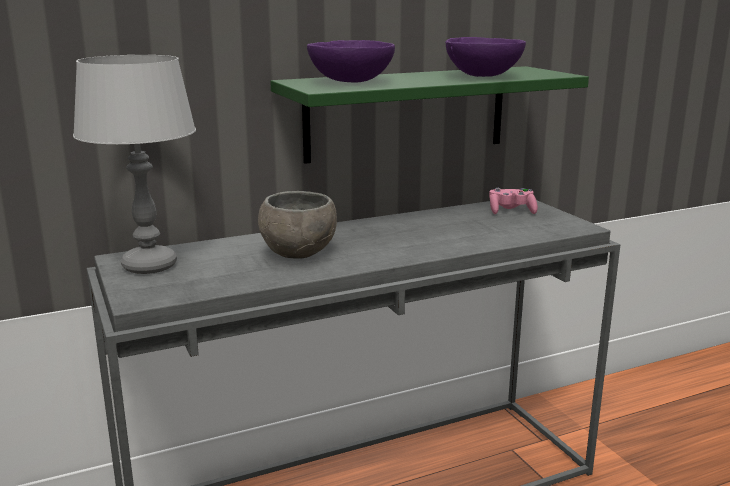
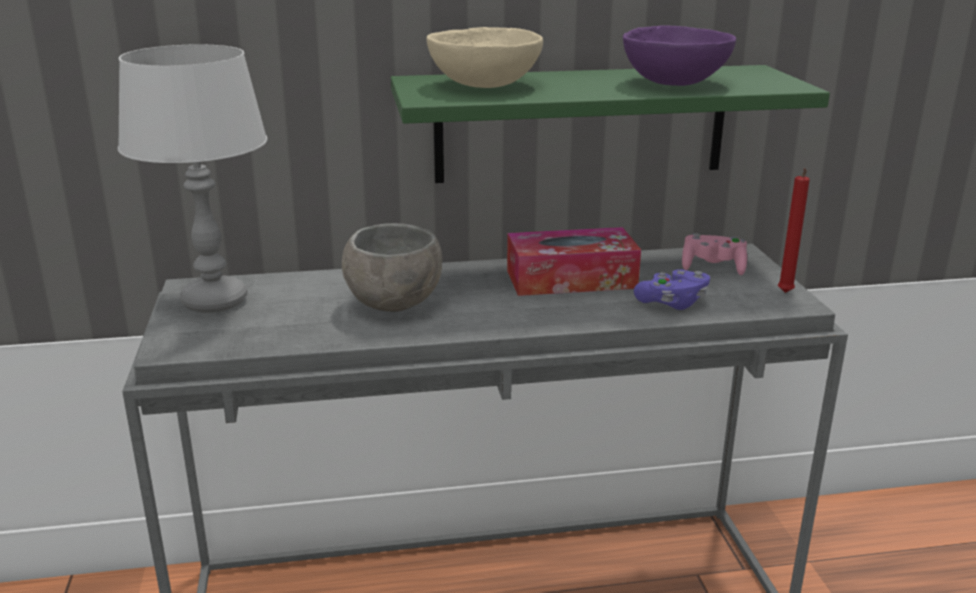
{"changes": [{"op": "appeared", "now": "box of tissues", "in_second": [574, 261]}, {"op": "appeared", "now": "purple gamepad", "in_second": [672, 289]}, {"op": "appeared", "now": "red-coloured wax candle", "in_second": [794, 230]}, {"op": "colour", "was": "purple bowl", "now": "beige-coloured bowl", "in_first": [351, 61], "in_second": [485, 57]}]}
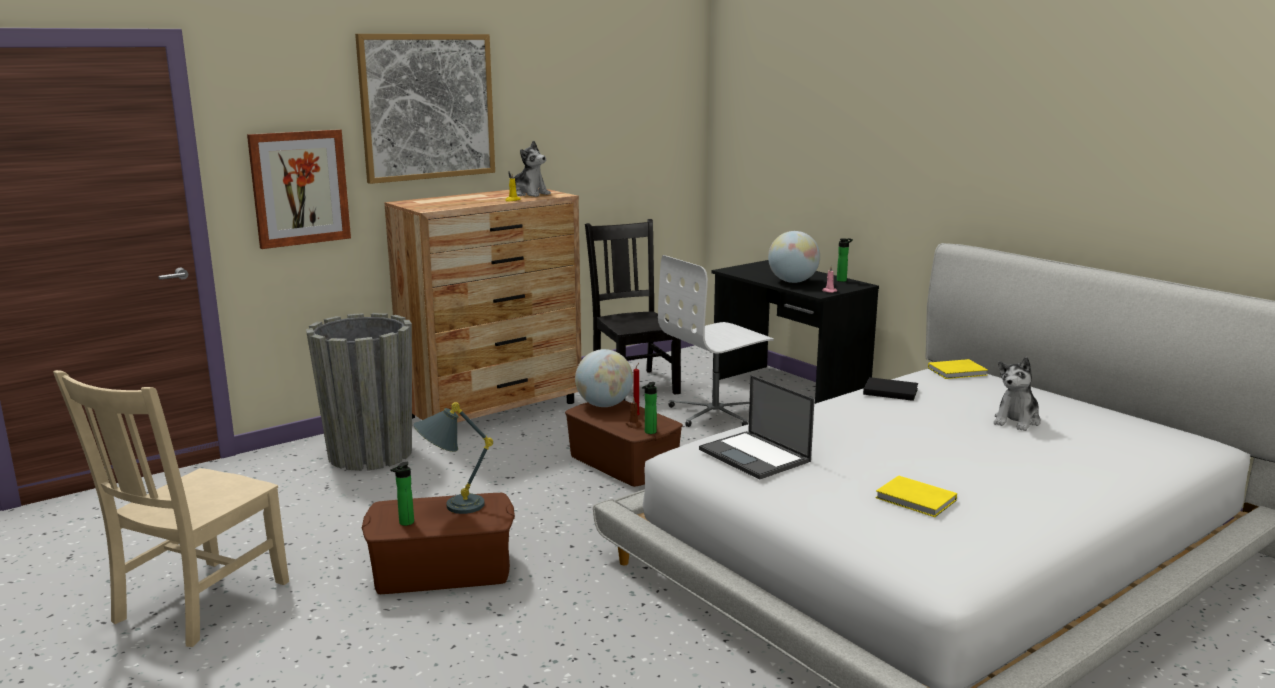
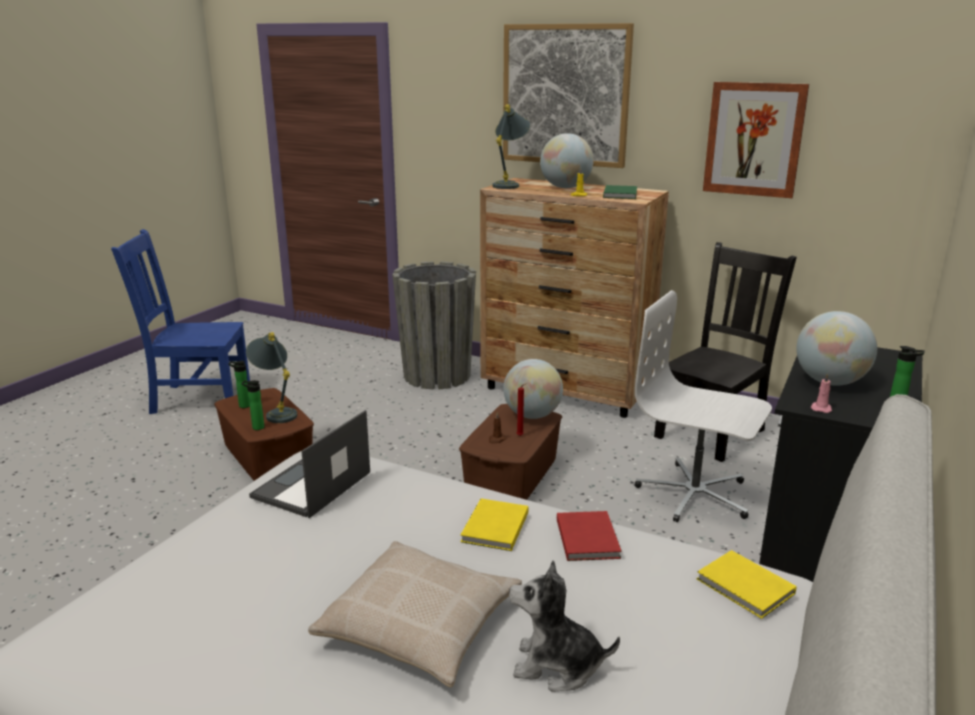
{"changes": [{"op": "appeared", "now": "beige-coloured cushion", "in_second": [415, 614]}, {"op": "appeared", "now": "gray lamp for a table", "in_second": [511, 146]}, {"op": "appeared", "now": "world globe", "in_second": [567, 160]}, {"op": "relocated", "was": "wall art", "in_first": [299, 189], "in_second": [756, 140]}, {"op": "relocated", "was": "bottle", "in_first": [649, 408], "in_second": [253, 405]}, {"op": "relocated", "was": "yellow book", "in_first": [916, 496], "in_second": [495, 524]}, {"op": "exchanged", "was": "cuddly toy", "now": "green book", "in_first": [529, 169], "in_second": [620, 192]}, {"op": "colour", "was": "beige-coloured upright chair", "now": "blue-coloured upright chair", "in_first": [171, 508], "in_second": [180, 321]}, {"op": "colour", "was": "blackish book", "now": "red-coloured book", "in_first": [890, 389], "in_second": [589, 536]}]}
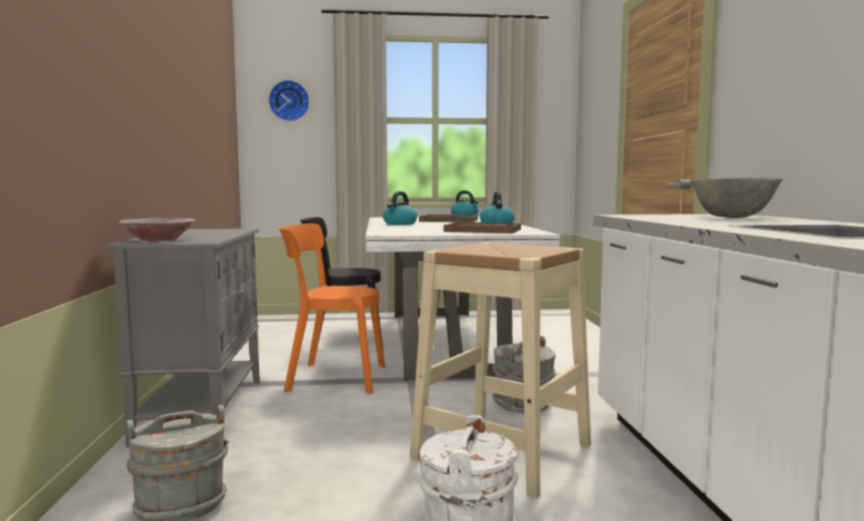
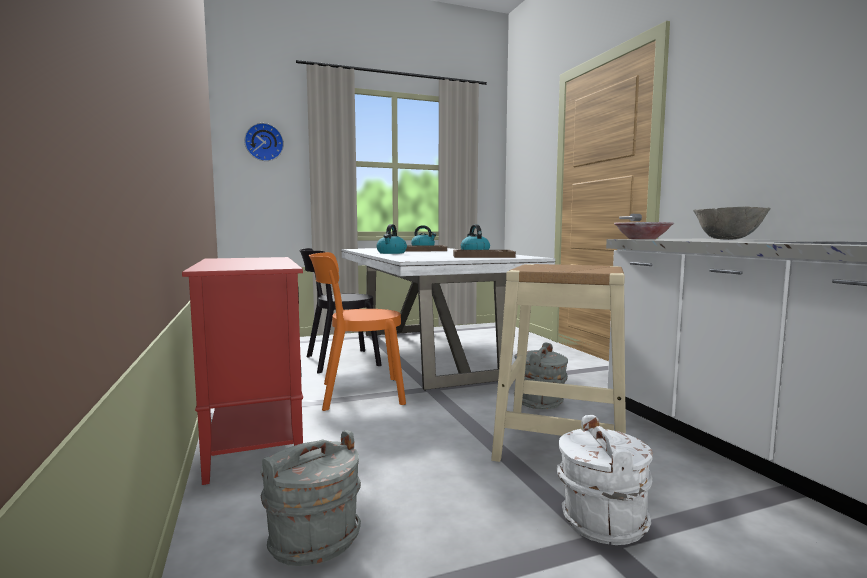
{"changes": [{"op": "relocated", "was": "bowl", "in_first": [157, 230], "in_second": [644, 230]}, {"op": "colour", "was": "gray storage cabinet", "now": "red-coloured storage cabinet", "in_first": [182, 338], "in_second": [242, 371]}]}
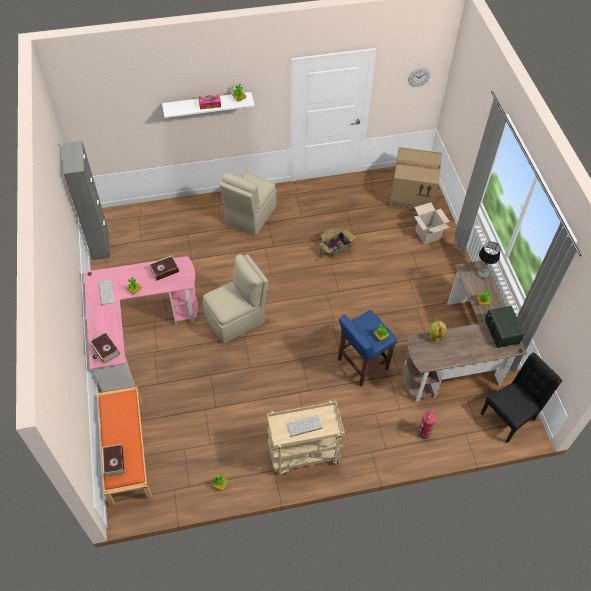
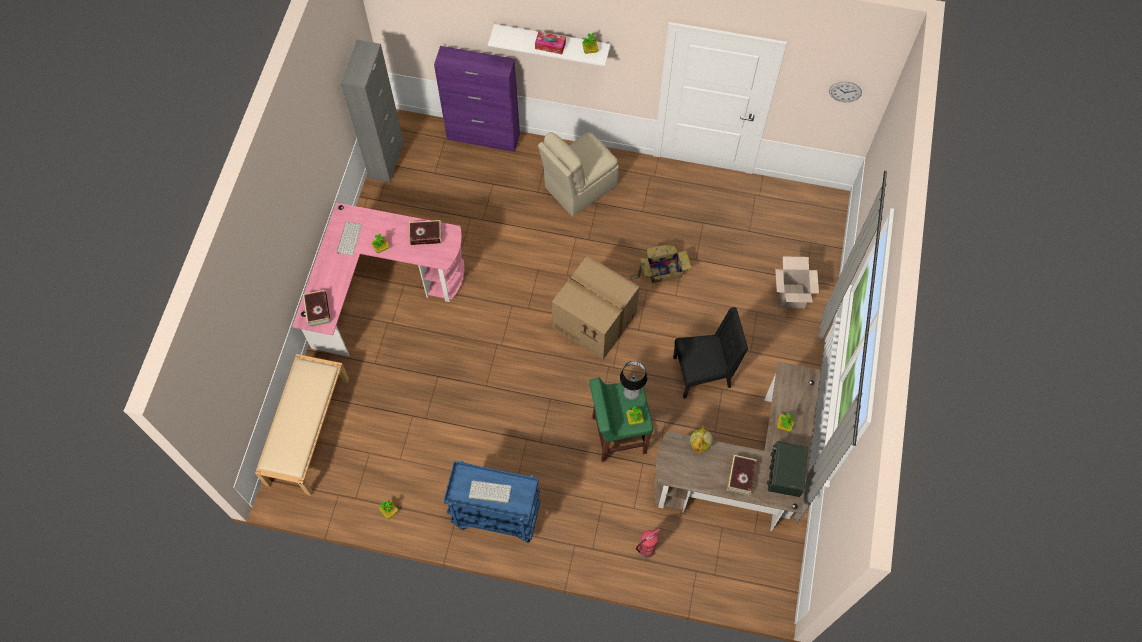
{"changes": [{"op": "missing", "was": "beige-coloured upright chair", "in_first": [235, 299]}, {"op": "appeared", "now": "purple storage cabinet", "in_second": [477, 99]}, {"op": "relocated", "was": "book", "in_first": [113, 460], "in_second": [742, 475]}, {"op": "relocated", "was": "packing box", "in_first": [415, 179], "in_second": [596, 307]}, {"op": "relocated", "was": "lamp for a table", "in_first": [489, 259], "in_second": [633, 380]}, {"op": "relocated", "was": "blackish upright chair", "in_first": [521, 398], "in_second": [710, 353]}, {"op": "colour", "was": "orangey indoor bench", "now": "beige-coloured indoor bench", "in_first": [124, 447], "in_second": [302, 425]}, {"op": "colour", "was": "beige-coloured trolley", "now": "blue-coloured trolley", "in_first": [306, 438], "in_second": [492, 501]}, {"op": "colour", "was": "blue-coloured stool seat", "now": "green stool seat", "in_first": [367, 348], "in_second": [621, 419]}]}
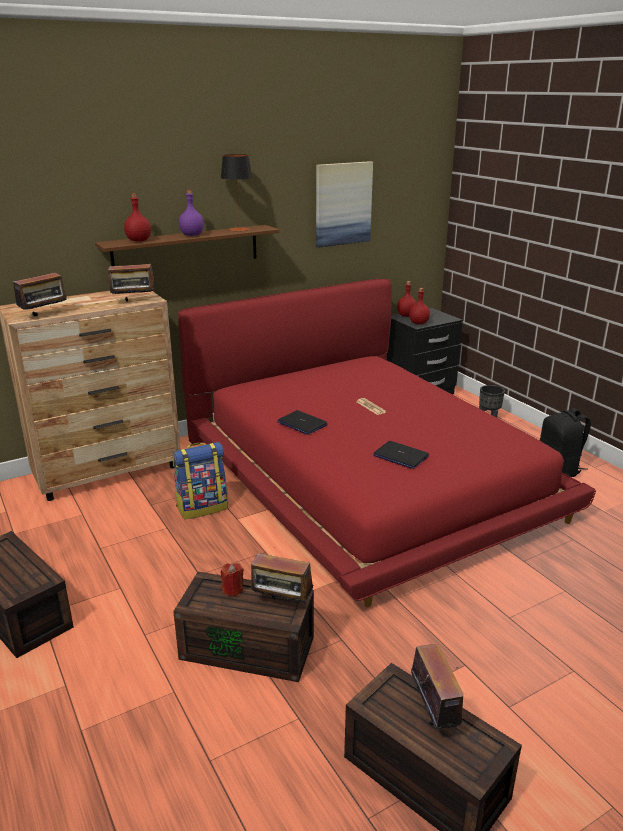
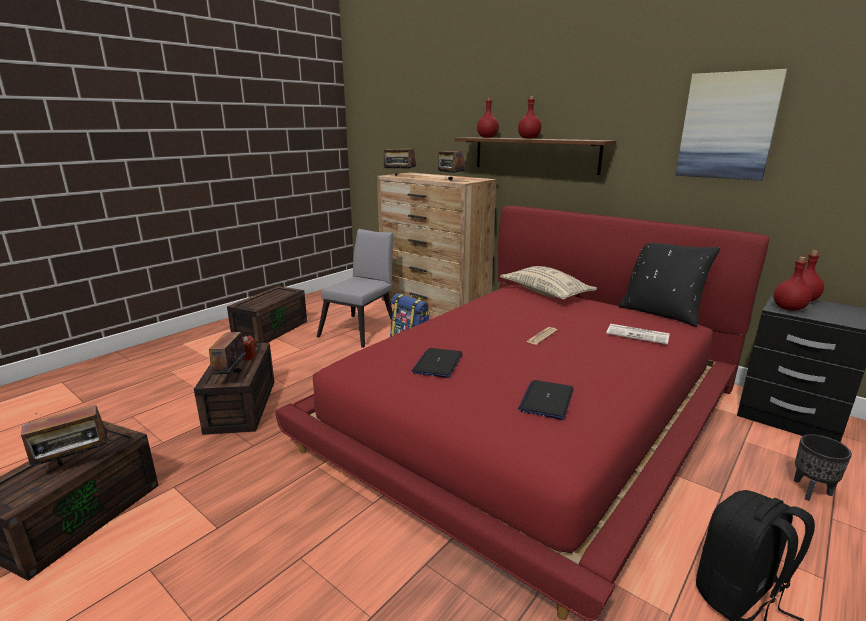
{"changes": [{"op": "missing", "was": "lamp for a table", "in_first": [236, 193]}, {"op": "appeared", "now": "gray upright chair", "in_second": [355, 288]}, {"op": "appeared", "now": "beige-coloured cushion", "in_second": [548, 283]}, {"op": "appeared", "now": "printed paper", "in_second": [638, 334]}, {"op": "appeared", "now": "blackish cushion", "in_second": [669, 285]}, {"op": "relocated", "was": "notebook computer", "in_first": [302, 422], "in_second": [546, 400]}, {"op": "colour", "was": "purple bottle", "now": "red-coloured bottle", "in_first": [191, 213], "in_second": [530, 117]}]}
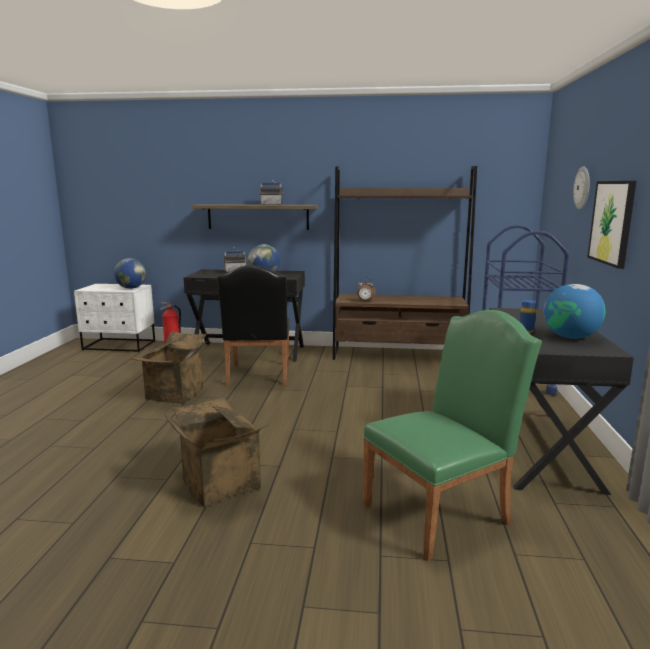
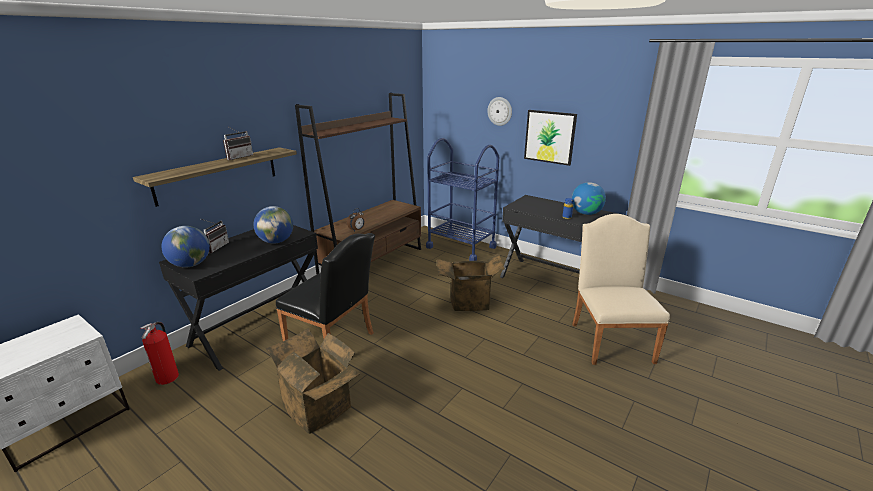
{"changes": [{"op": "relocated", "was": "world globe", "in_first": [130, 273], "in_second": [186, 247]}, {"op": "relocated", "was": "packing box", "in_first": [216, 451], "in_second": [471, 282]}, {"op": "colour", "was": "green upright chair", "now": "beige-coloured upright chair", "in_first": [452, 435], "in_second": [621, 289]}]}
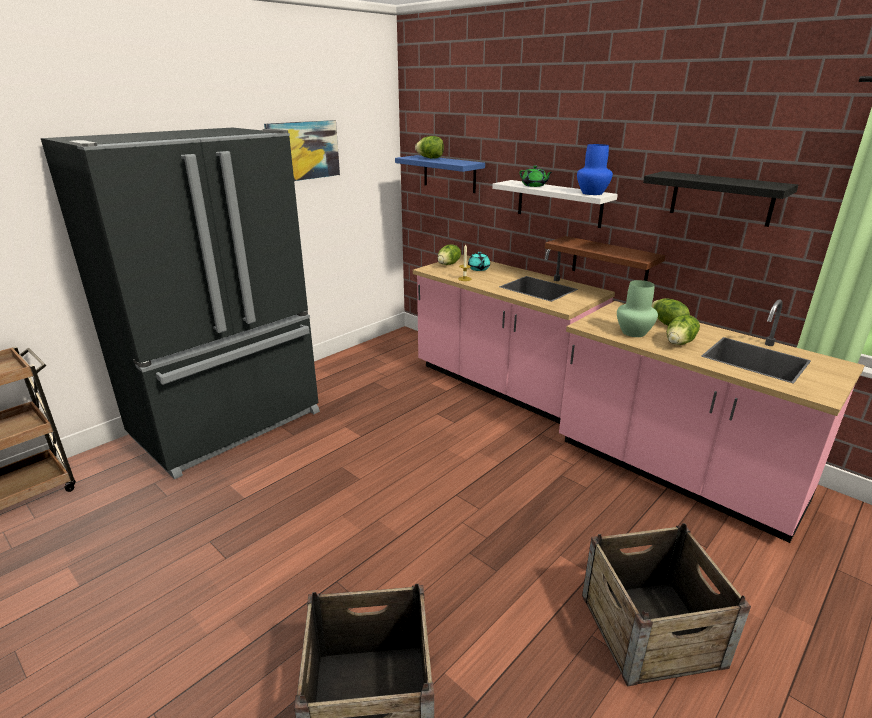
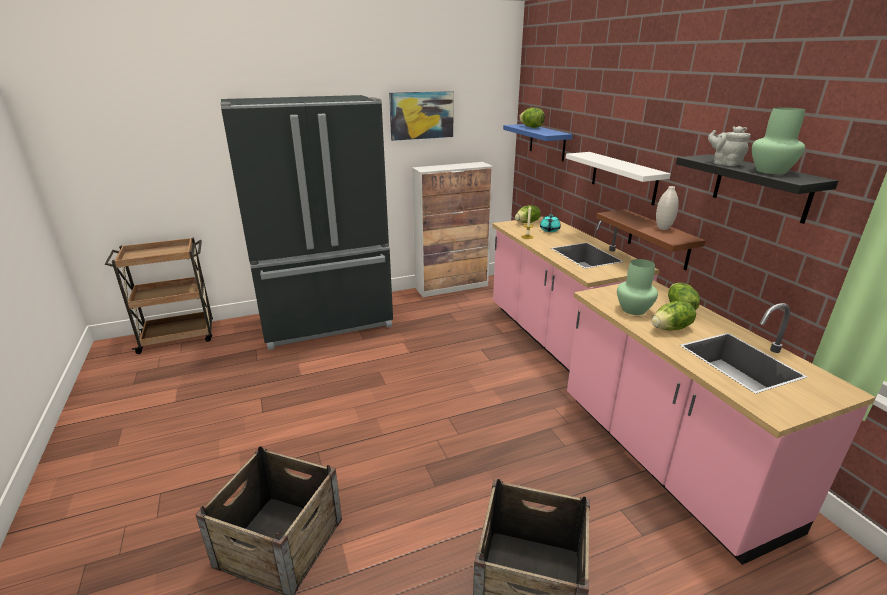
{"changes": [{"op": "missing", "was": "green pot for tea", "in_first": [535, 176]}, {"op": "missing", "was": "blue-coloured vase", "in_first": [595, 169]}, {"op": "appeared", "now": "storage cabinet", "in_second": [452, 229]}, {"op": "appeared", "now": "white-coloured vase", "in_second": [667, 208]}, {"op": "appeared", "now": "gray pot for tea", "in_second": [729, 146]}, {"op": "appeared", "now": "green vase", "in_second": [778, 141]}]}
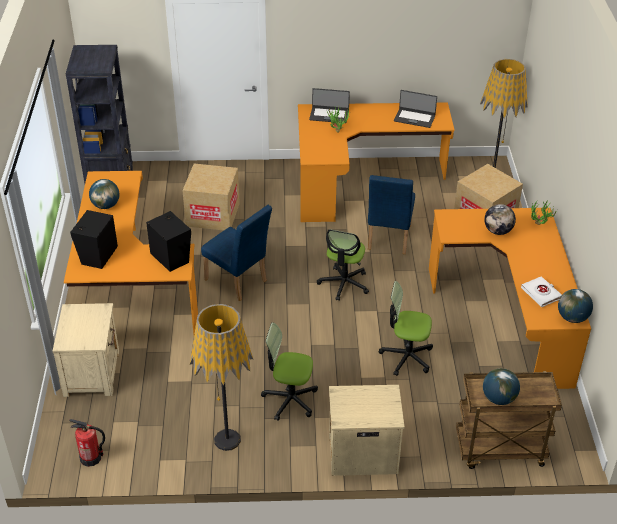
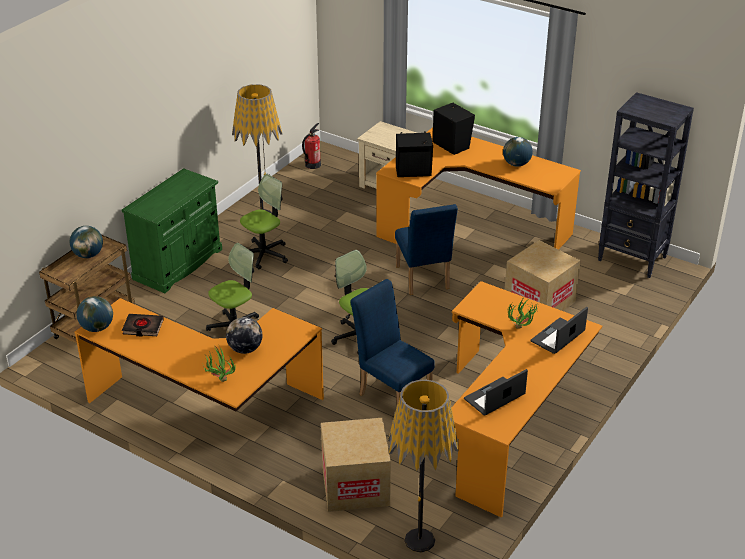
{"changes": [{"op": "exchanged", "was": "beige-coloured nightstand", "now": "green storage cabinet", "in_first": [367, 430], "in_second": [172, 230]}, {"op": "colour", "was": "white-coloured book", "now": "blackish book", "in_first": [541, 291], "in_second": [143, 325]}, {"op": "spun", "was": "blue-coloured upright chair", "in_first": [236, 253], "in_second": [426, 249], "clockwise": -90}]}
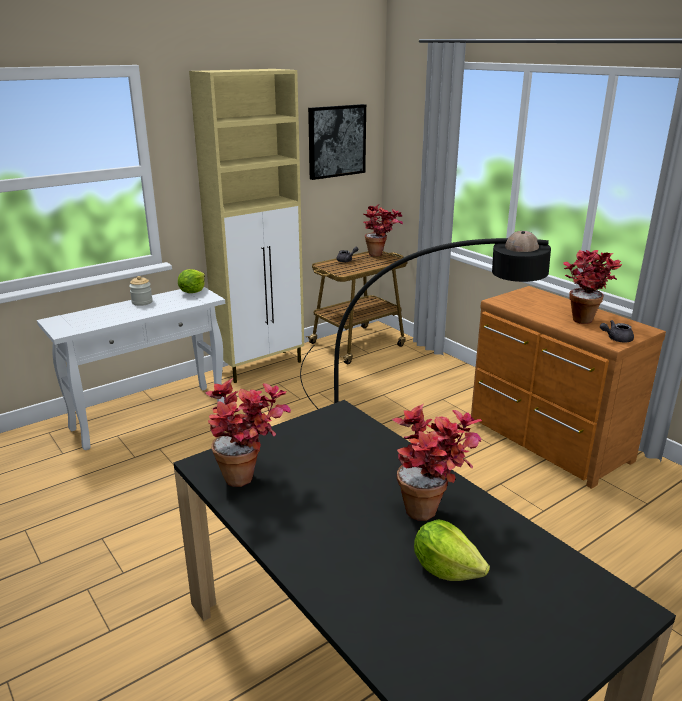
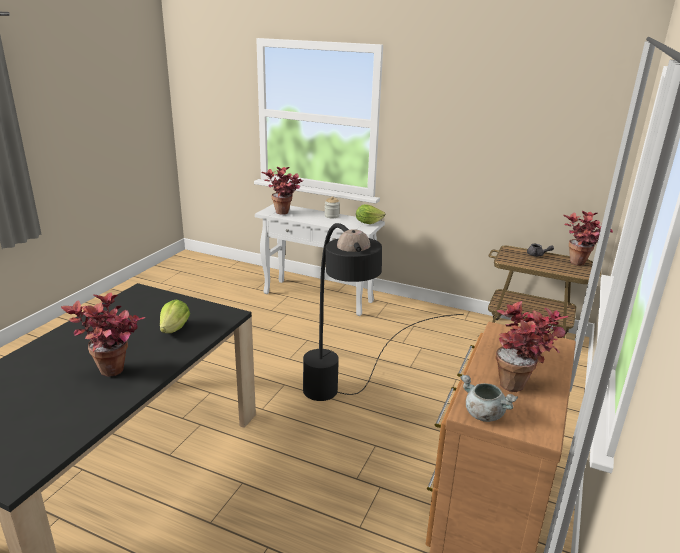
{"changes": [{"op": "missing", "was": "beige-coloured storage cabinet", "in_first": [246, 226]}, {"op": "missing", "was": "wall art", "in_first": [337, 142]}, {"op": "relocated", "was": "plant in a pot", "in_first": [248, 432], "in_second": [282, 191]}, {"op": "relocated", "was": "lettuce", "in_first": [452, 550], "in_second": [175, 316]}, {"op": "exchanged", "was": "gray pot for tea", "now": "gray stockpot", "in_first": [617, 331], "in_second": [489, 398]}]}
